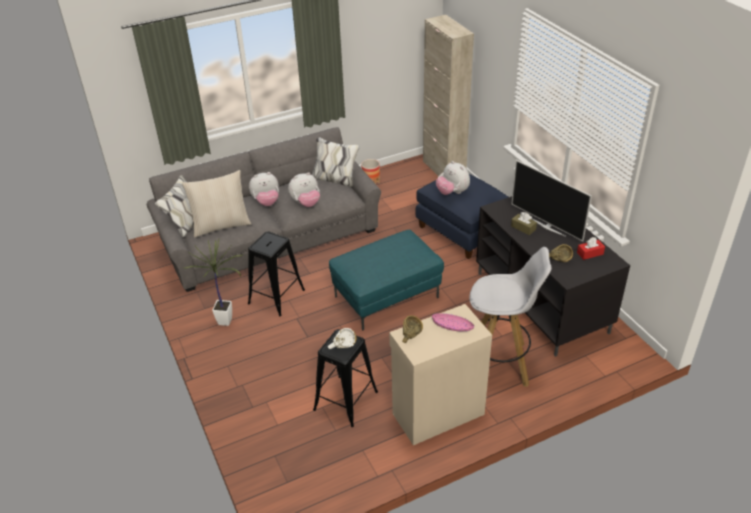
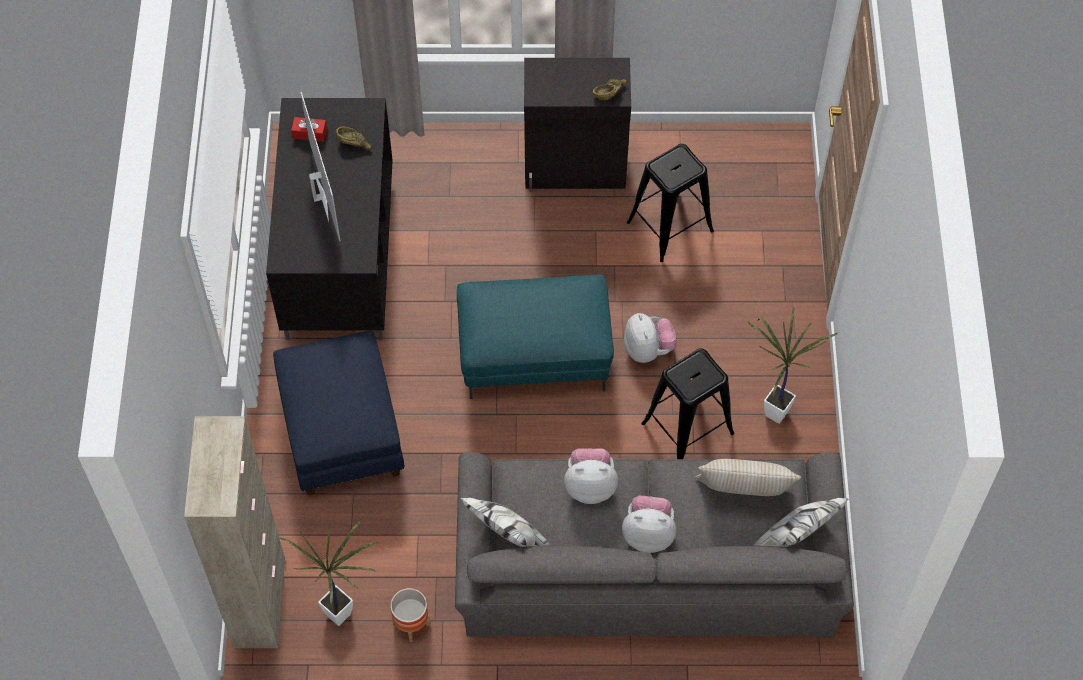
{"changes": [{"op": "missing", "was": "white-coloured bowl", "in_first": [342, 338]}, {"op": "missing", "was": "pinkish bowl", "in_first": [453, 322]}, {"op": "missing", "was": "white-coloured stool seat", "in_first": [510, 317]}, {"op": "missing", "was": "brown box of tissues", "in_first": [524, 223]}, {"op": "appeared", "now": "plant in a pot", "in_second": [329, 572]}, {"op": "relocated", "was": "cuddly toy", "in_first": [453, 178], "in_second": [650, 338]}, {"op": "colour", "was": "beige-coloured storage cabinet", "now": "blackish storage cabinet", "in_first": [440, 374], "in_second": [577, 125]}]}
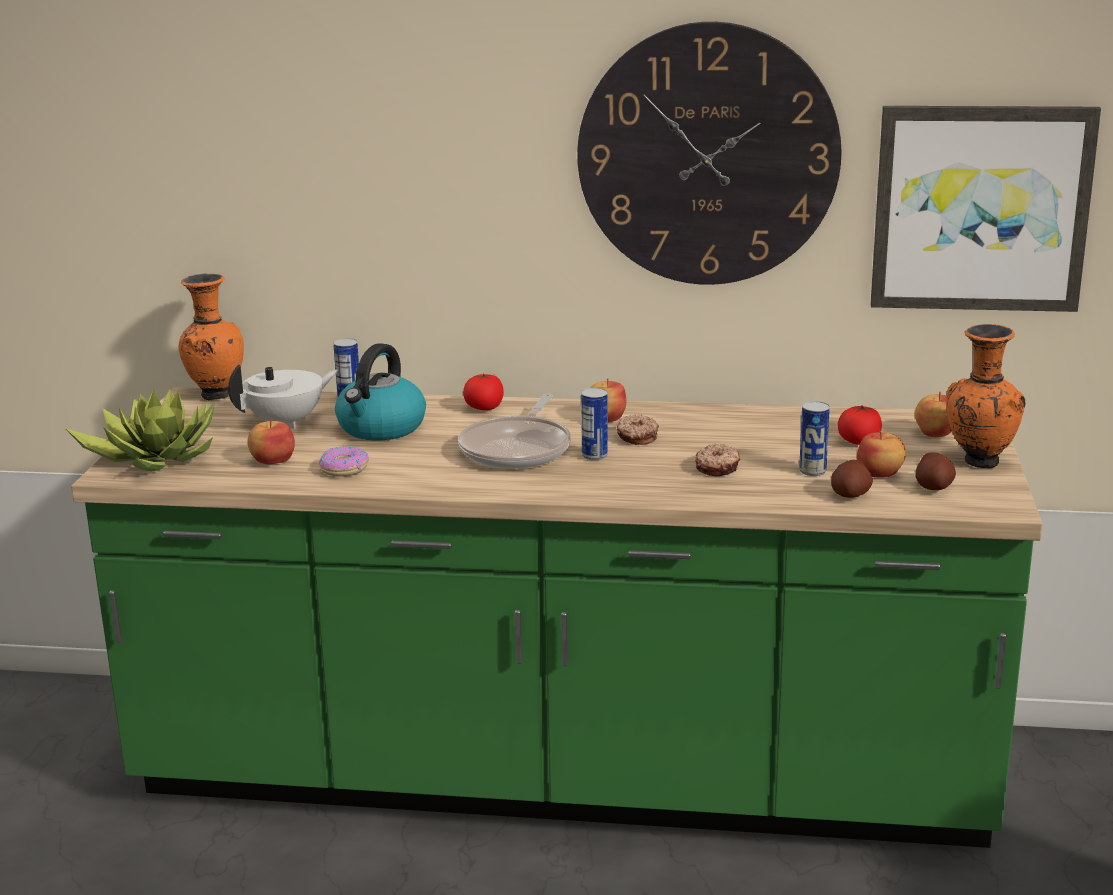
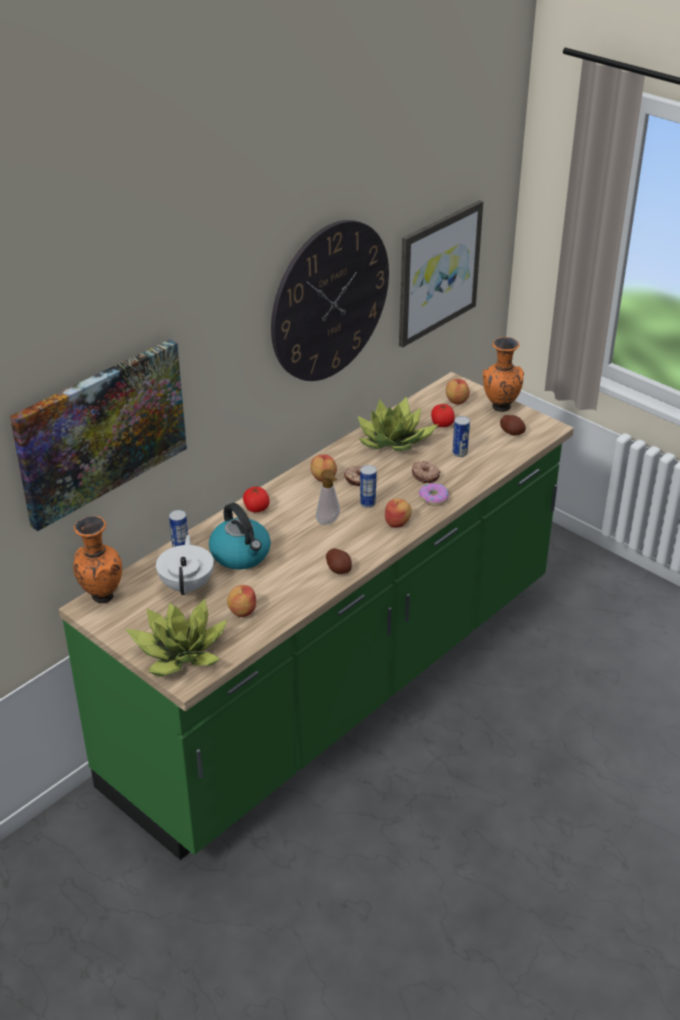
{"changes": [{"op": "appeared", "now": "wall art", "in_second": [98, 435]}, {"op": "appeared", "now": "plant in a pot", "in_second": [398, 424]}, {"op": "relocated", "was": "doughnut", "in_first": [344, 461], "in_second": [434, 494]}, {"op": "relocated", "was": "whole potato", "in_first": [852, 479], "in_second": [339, 561]}, {"op": "relocated", "was": "whole apple", "in_first": [881, 454], "in_second": [398, 513]}, {"op": "exchanged", "was": "pan", "now": "liquid soap bottle", "in_first": [514, 431], "in_second": [328, 497]}]}
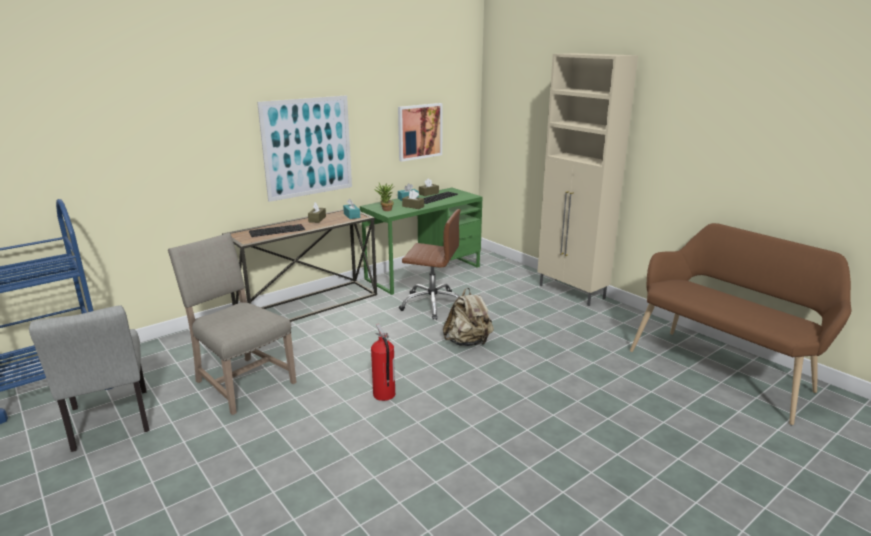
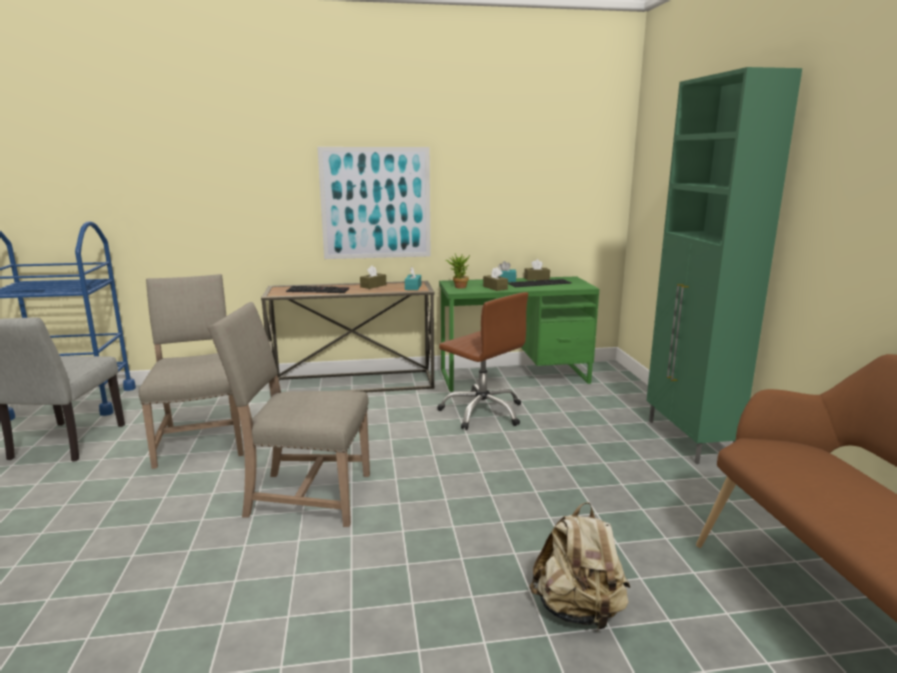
{"changes": [{"op": "missing", "was": "wall art", "in_first": [420, 132]}, {"op": "relocated", "was": "beige-coloured backpack", "in_first": [468, 317], "in_second": [579, 566]}, {"op": "exchanged", "was": "extinguisher", "now": "beige-coloured upright chair", "in_first": [383, 362], "in_second": [288, 414]}, {"op": "colour", "was": "beige-coloured storage cabinet", "now": "green storage cabinet", "in_first": [587, 179], "in_second": [724, 265]}]}
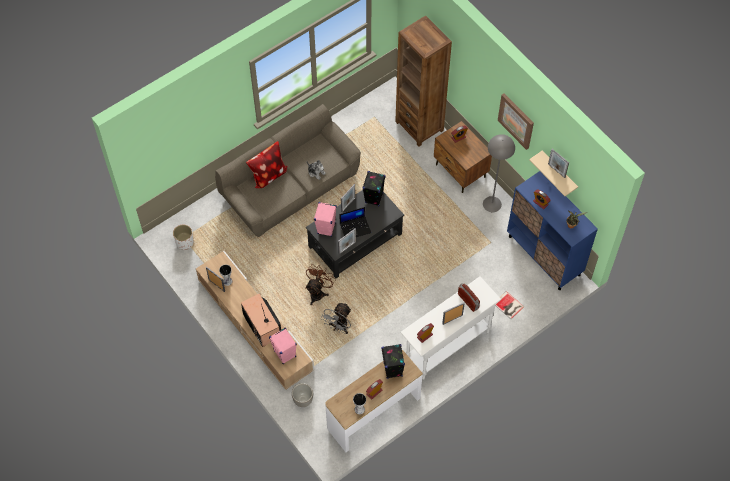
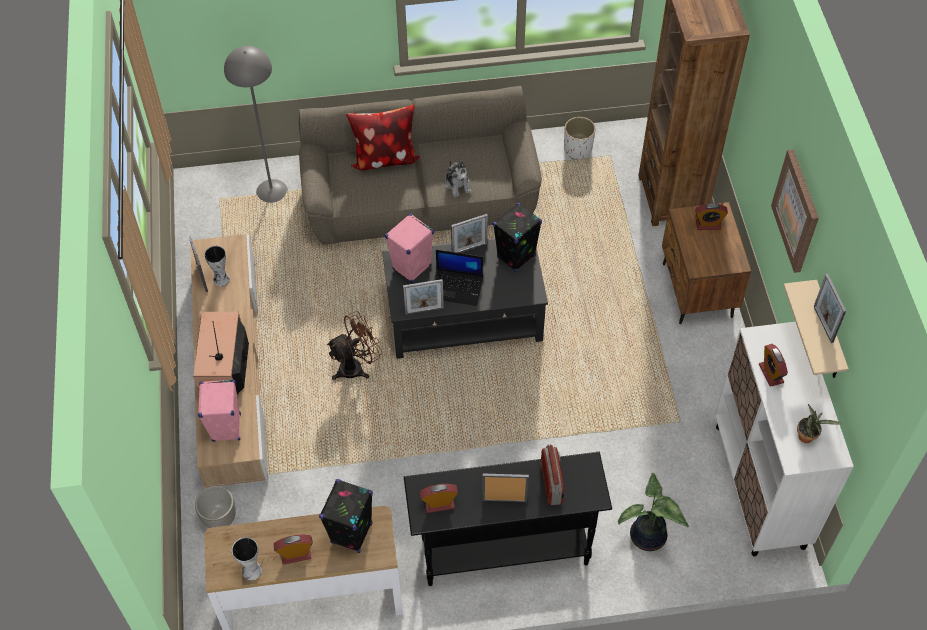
{"changes": [{"op": "missing", "was": "gray fan", "in_first": [336, 318]}, {"op": "relocated", "was": "white-coloured plant pot", "in_first": [183, 237], "in_second": [580, 138]}, {"op": "relocated", "was": "gray floor lamp", "in_first": [499, 173], "in_second": [256, 124]}, {"op": "exchanged", "was": "book", "now": "plant in a pot", "in_first": [509, 305], "in_second": [653, 512]}, {"op": "colour", "was": "white-coloured console table", "now": "blackish console table", "in_first": [450, 328], "in_second": [508, 519]}, {"op": "colour", "was": "blue-coloured storage cabinet", "now": "white-coloured storage cabinet", "in_first": [552, 230], "in_second": [784, 439]}]}
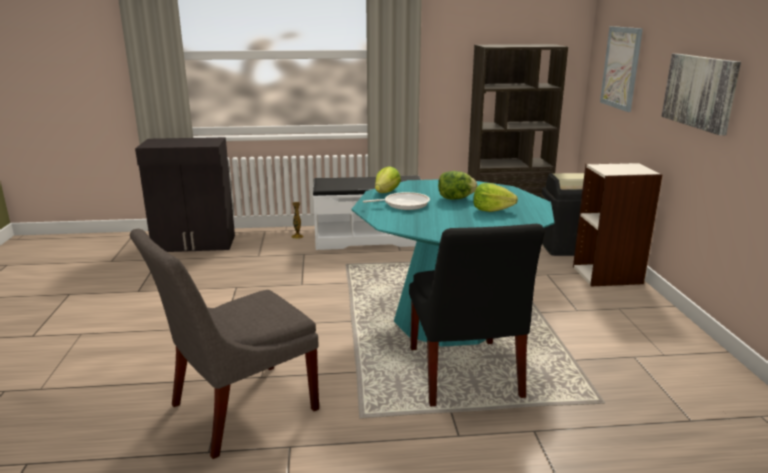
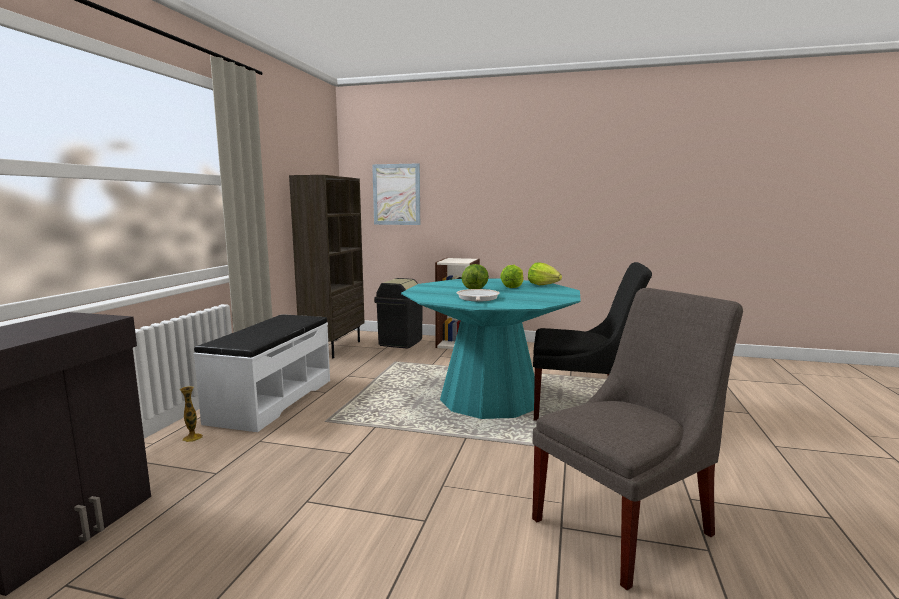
{"changes": [{"op": "missing", "was": "wall art", "in_first": [701, 94]}, {"op": "relocated", "was": "lettuce", "in_first": [388, 179], "in_second": [545, 273]}, {"op": "spun", "was": "gray upright chair", "in_first": [224, 344], "in_second": [637, 439], "clockwise": -105}]}
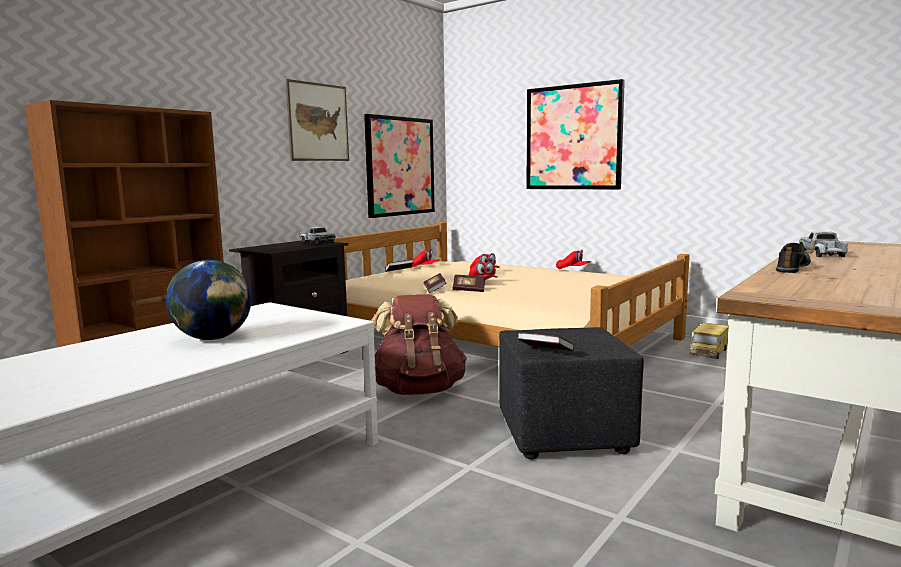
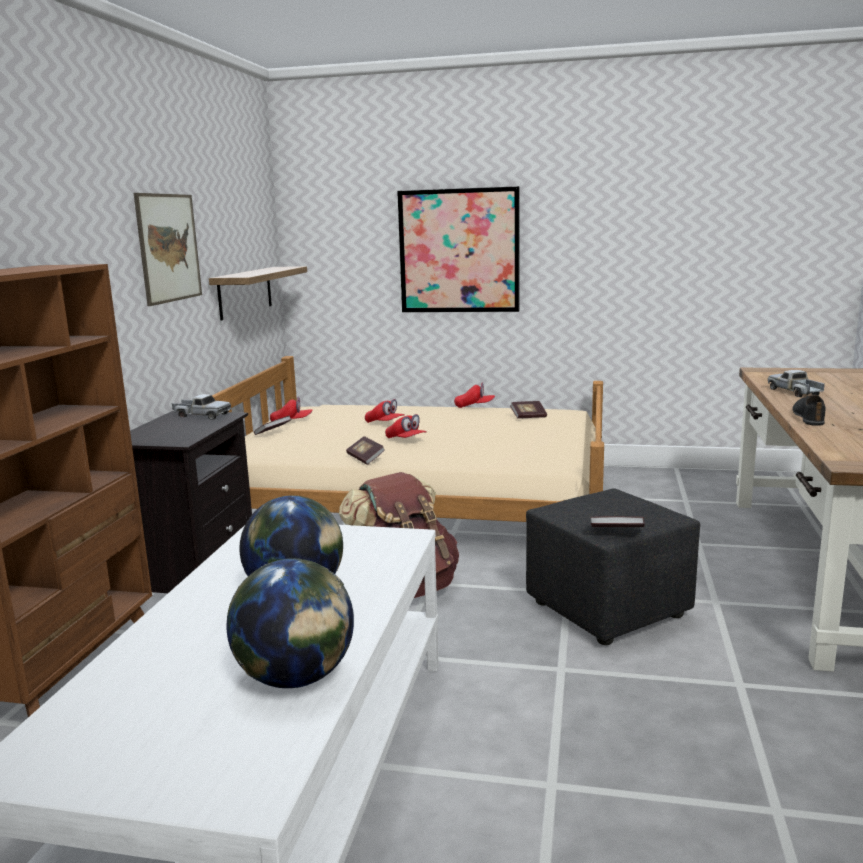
{"changes": [{"op": "missing", "was": "model truck", "in_first": [709, 341]}, {"op": "appeared", "now": "world globe", "in_second": [290, 623]}, {"op": "relocated", "was": "book", "in_first": [469, 283], "in_second": [528, 410]}, {"op": "exchanged", "was": "wall art", "now": "bracket shelf", "in_first": [399, 166], "in_second": [258, 293]}]}
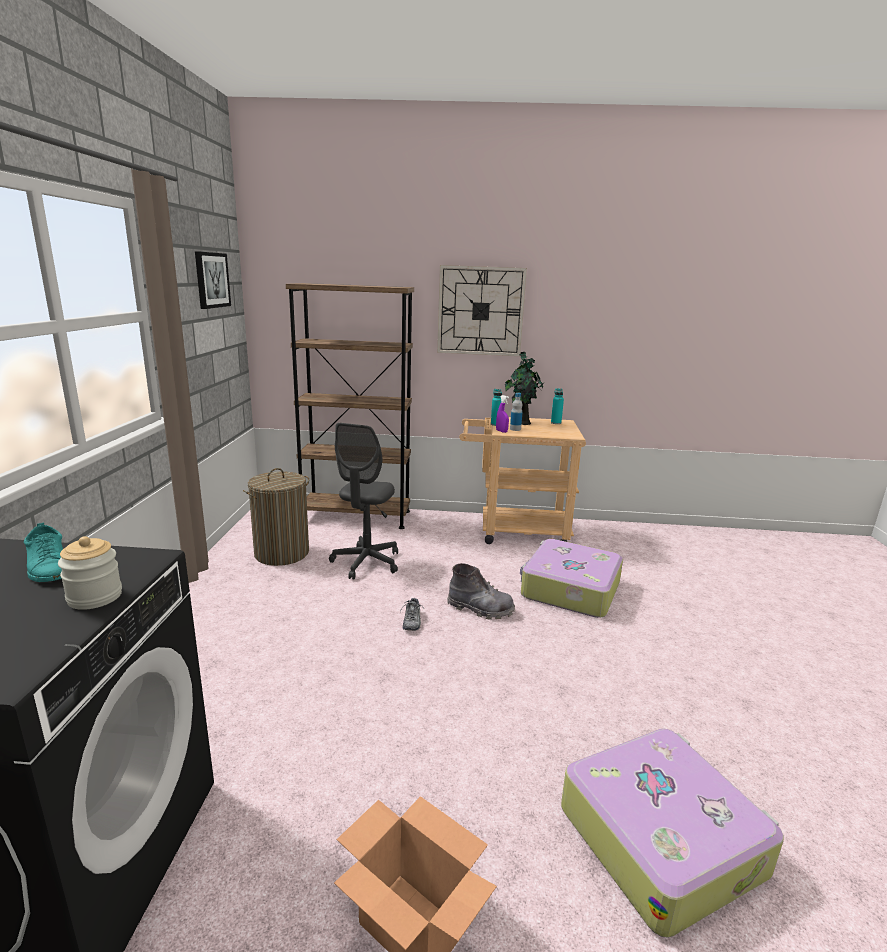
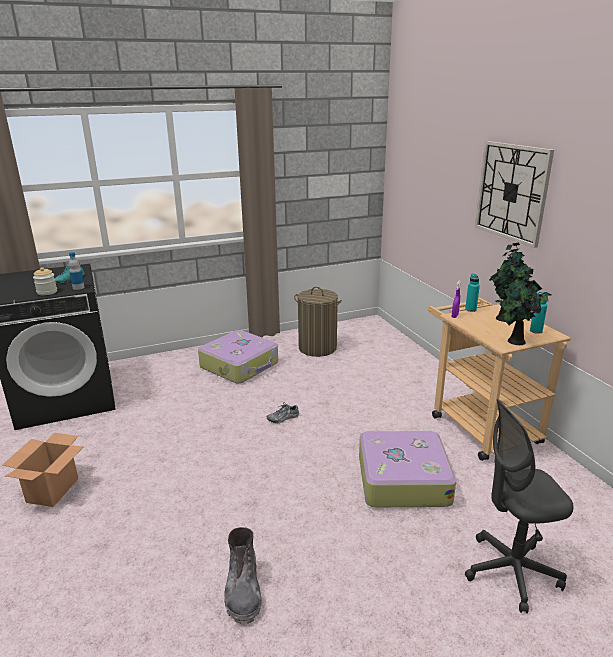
{"changes": [{"op": "missing", "was": "wall art", "in_first": [213, 280]}, {"op": "missing", "was": "brown bookshelf", "in_first": [350, 406]}, {"op": "appeared", "now": "plant in a pot", "in_second": [523, 302]}, {"op": "relocated", "was": "gray desk chair", "in_first": [363, 501], "in_second": [519, 506]}, {"op": "relocated", "was": "gray tall boot", "in_first": [481, 591], "in_second": [243, 575]}, {"op": "relocated", "was": "bottle", "in_first": [516, 412], "in_second": [76, 271]}, {"op": "relocated", "was": "piece of luggage", "in_first": [672, 833], "in_second": [238, 356]}]}
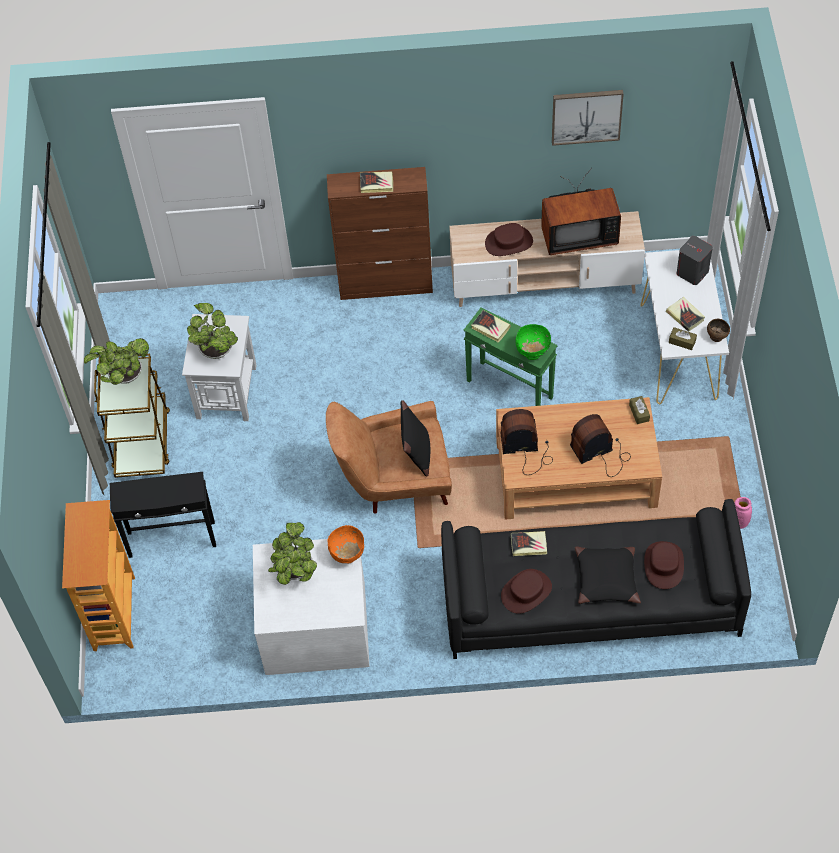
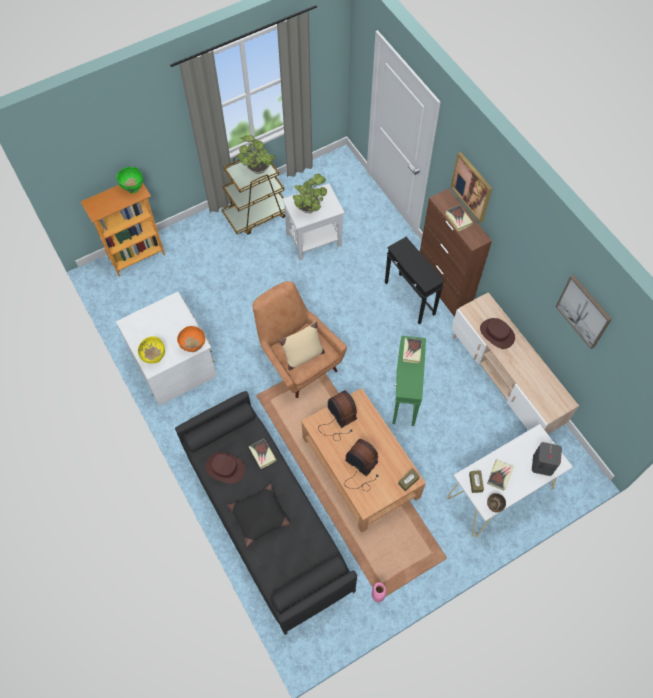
{"changes": [{"op": "missing", "was": "plant in a pot", "in_first": [292, 553]}, {"op": "missing", "was": "TV set", "in_first": [581, 211]}, {"op": "missing", "was": "brown clothing hat", "in_first": [664, 565]}, {"op": "appeared", "now": "yellow bowl", "in_second": [151, 350]}, {"op": "appeared", "now": "wall art", "in_second": [471, 187]}, {"op": "relocated", "was": "blackish end table", "in_first": [163, 515], "in_second": [415, 280]}, {"op": "relocated", "was": "green bowl", "in_first": [533, 342], "in_second": [129, 180]}, {"op": "colour", "was": "blackish cushion", "now": "beige-coloured cushion", "in_first": [415, 438], "in_second": [301, 345]}]}
